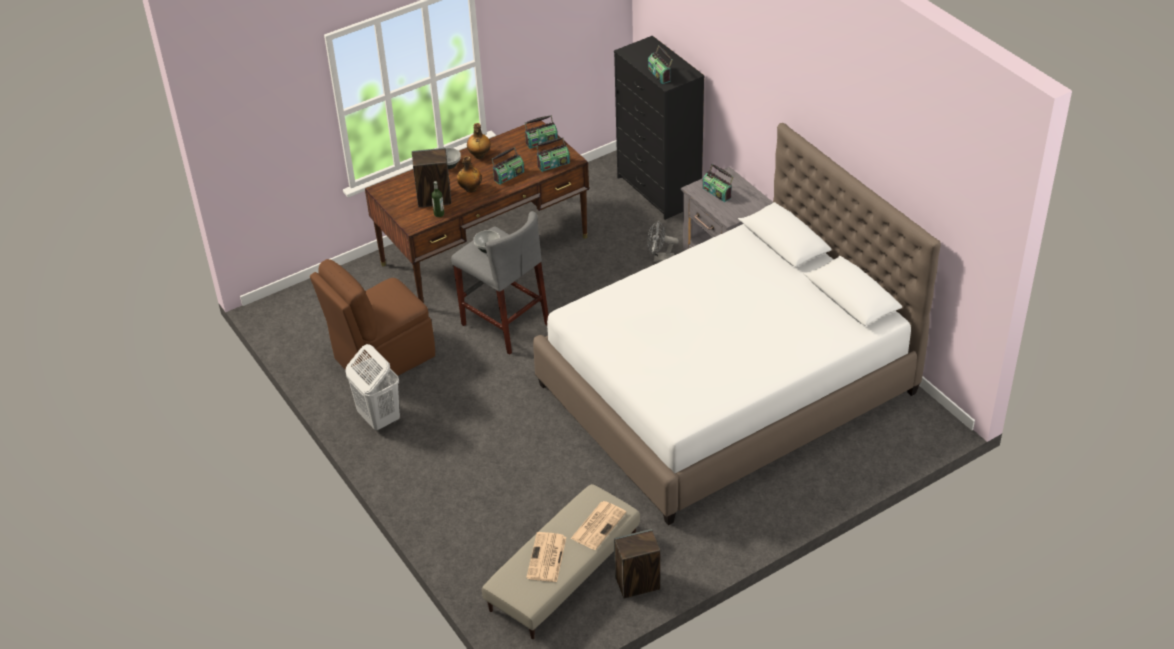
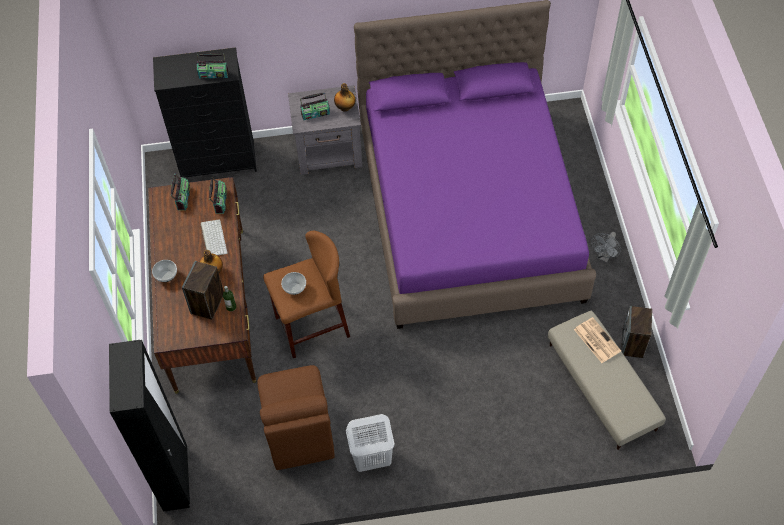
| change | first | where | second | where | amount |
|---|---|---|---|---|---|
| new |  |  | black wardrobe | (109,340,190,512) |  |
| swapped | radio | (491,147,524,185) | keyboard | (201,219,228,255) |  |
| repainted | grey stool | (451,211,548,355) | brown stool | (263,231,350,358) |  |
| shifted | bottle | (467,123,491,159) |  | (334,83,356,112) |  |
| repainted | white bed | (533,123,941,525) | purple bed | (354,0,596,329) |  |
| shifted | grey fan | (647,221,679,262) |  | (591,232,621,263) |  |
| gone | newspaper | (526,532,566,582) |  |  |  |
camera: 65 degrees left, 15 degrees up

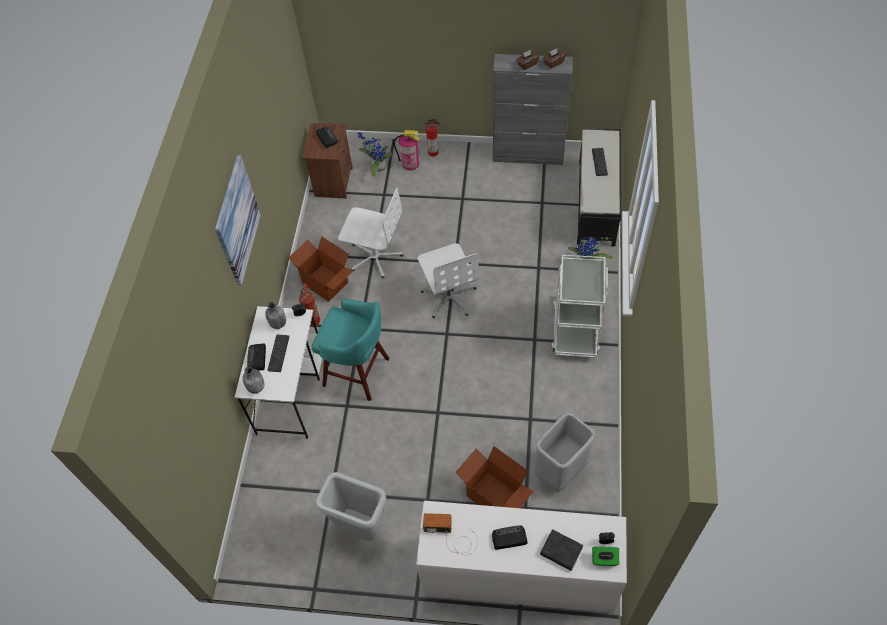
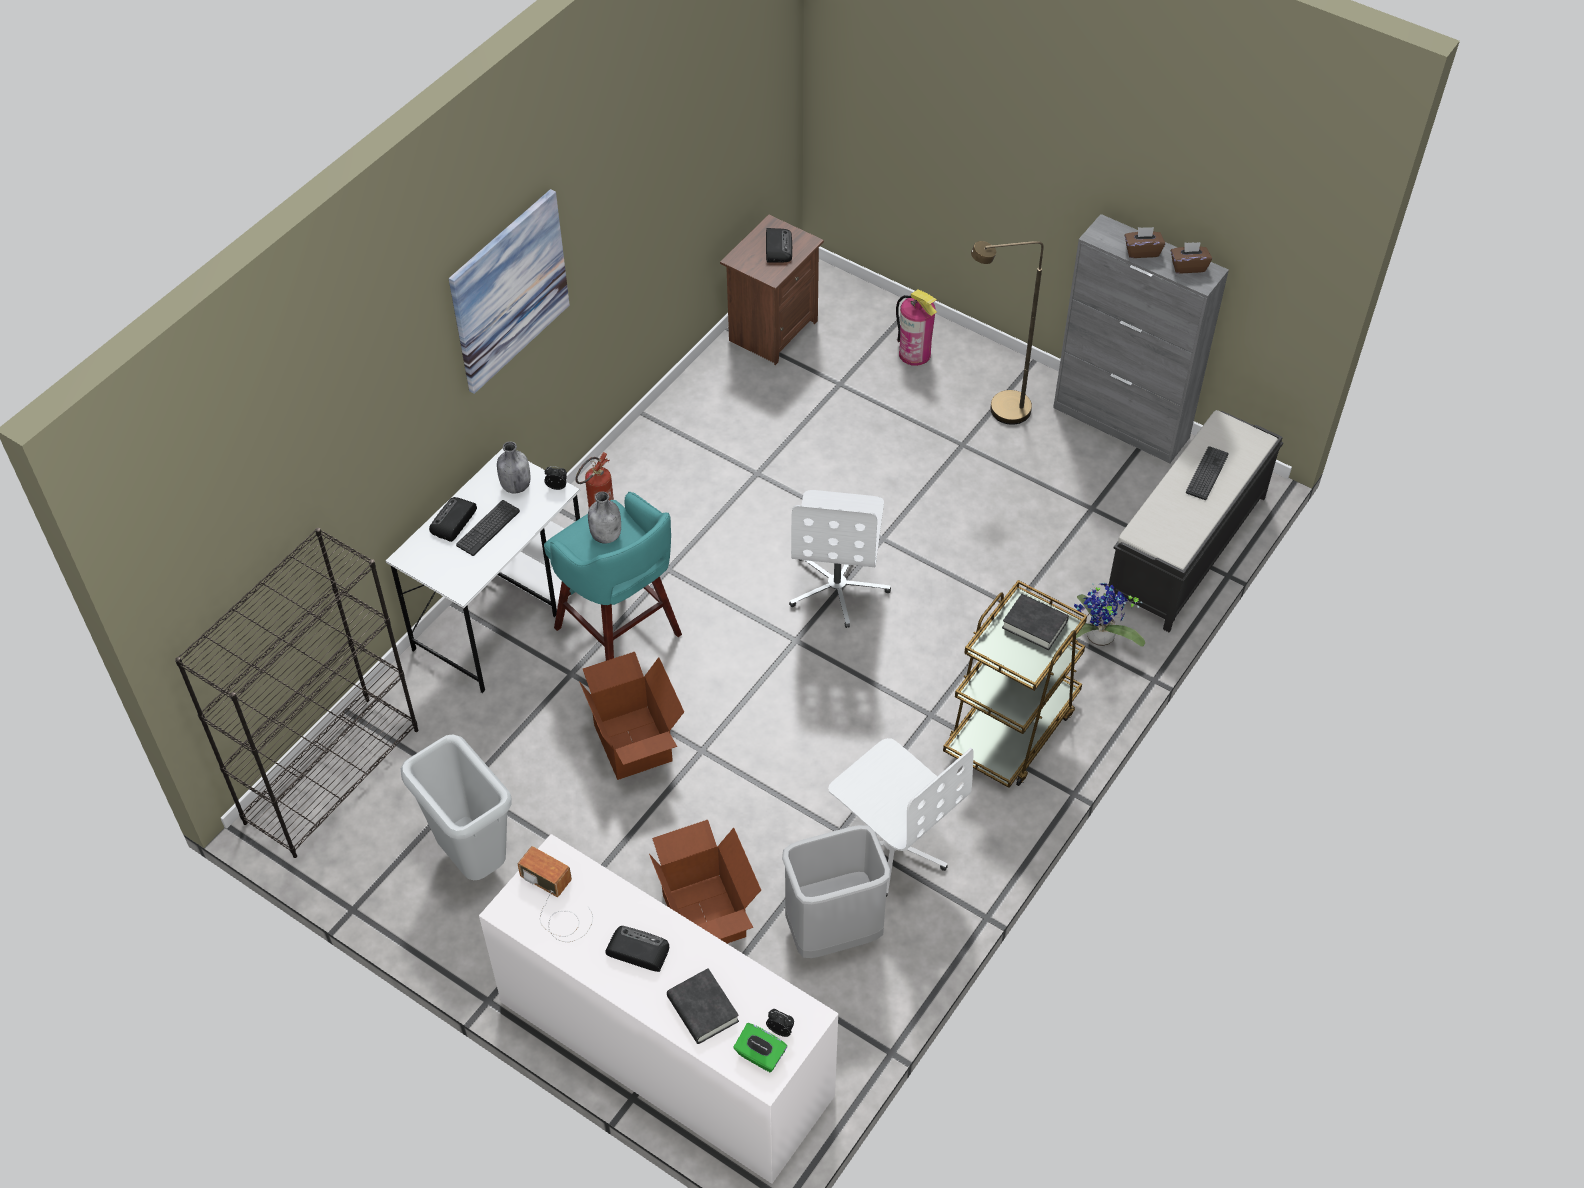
| change | first | where | second | where | amount |
|---|---|---|---|---|---|
| new |  |  | black bookcase | (175,528,418,858) |  |
| shifted | cardboard box | (288,236,353,302) |  | (579,652,684,780) |  |
| shifted | grey bottle | (242,367,265,394) |  | (588,491,621,544) |  |
| shifted | white office chair | (338,188,403,278) |  | (828,738,974,897) |  |
| repainted | white cart | (552,255,608,358) | brown cart | (943,580,1087,788) |  |
| new |  |  | brown floor lamp | (971,241,1044,425) |  |
| new |  |  | black book | (1002,594,1069,650) |  |
| gone | potted plant | (358,132,393,177) |  |  |  |
| gone | fire extinguisher | (424,118,440,156) |  |  |  |
camera: 25 degrees right, 5 degrees down

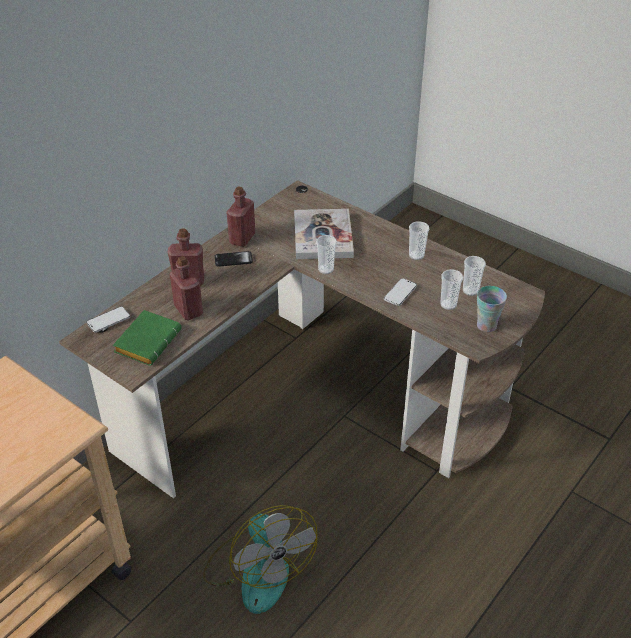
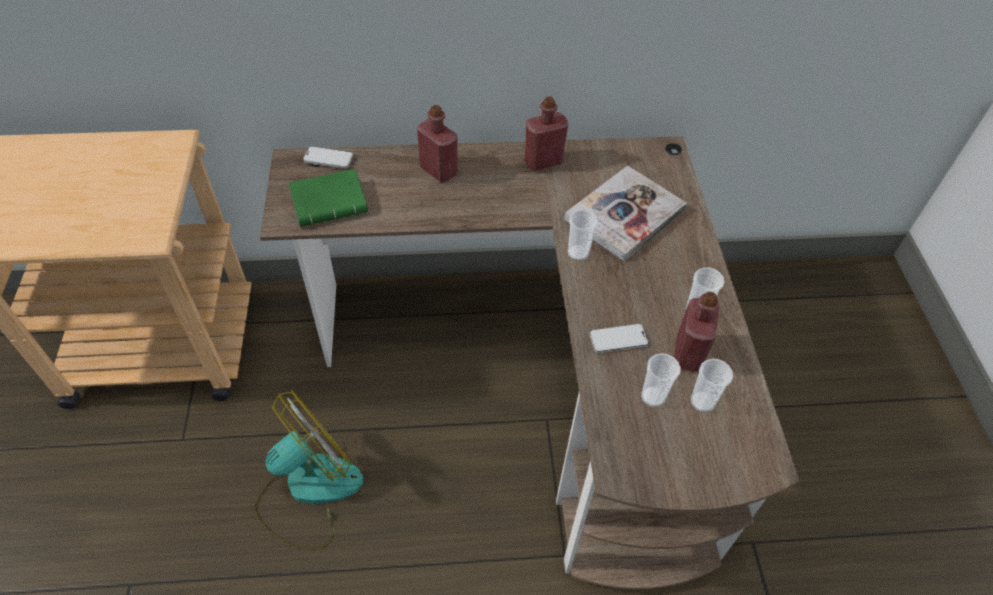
| change | first | where | second | where | amount |
|---|---|---|---|---|---|
| rotated | fan | (203,505,317,614) |  | (255,390,363,550) | 150 degrees counterclockwise |
| shifted | red bottle | (170,256,203,320) |  | (674,292,719,372) |  |
| gone | phone | (215,251,253,267) |  |  |  |
| gone | cup | (477,286,507,332) |  |  |  |
camera: 45 degrees right, 10 degrees up

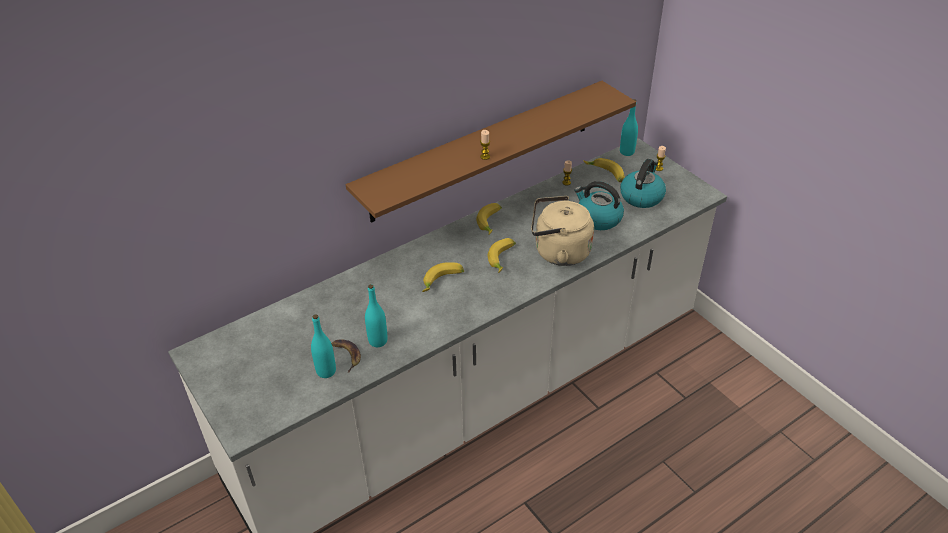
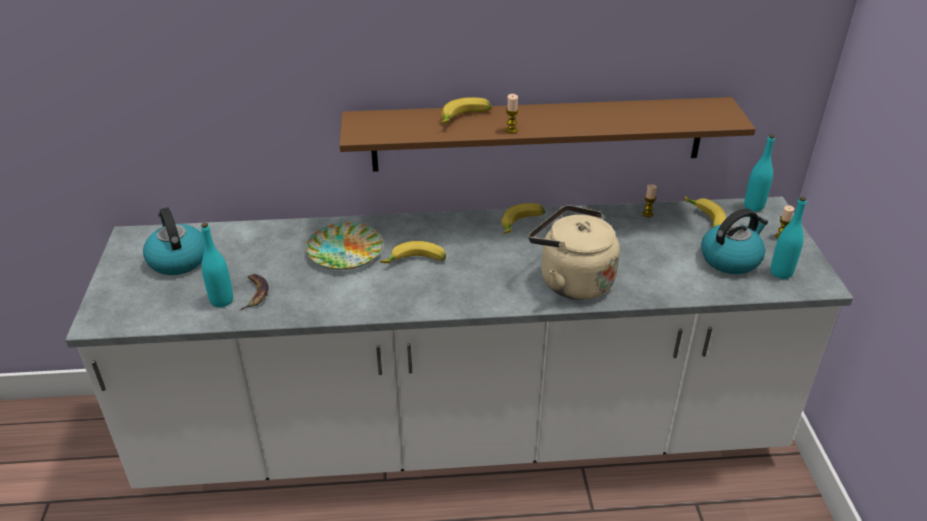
| change | first | where | second | where | amount |
|---|---|---|---|---|---|
| shifted | kettle | (574,181,624,230) |  | (143,207,205,275) |  |
| new |  |  | plate | (306,222,383,270) |  |
| shifted | banana | (488,238,516,273) |  | (440,97,492,124) |  |
| shifted | turquoise bottle | (365,284,388,347) |  | (770,197,806,279) |  |
camera: 30 degrees right, 5 degrees down

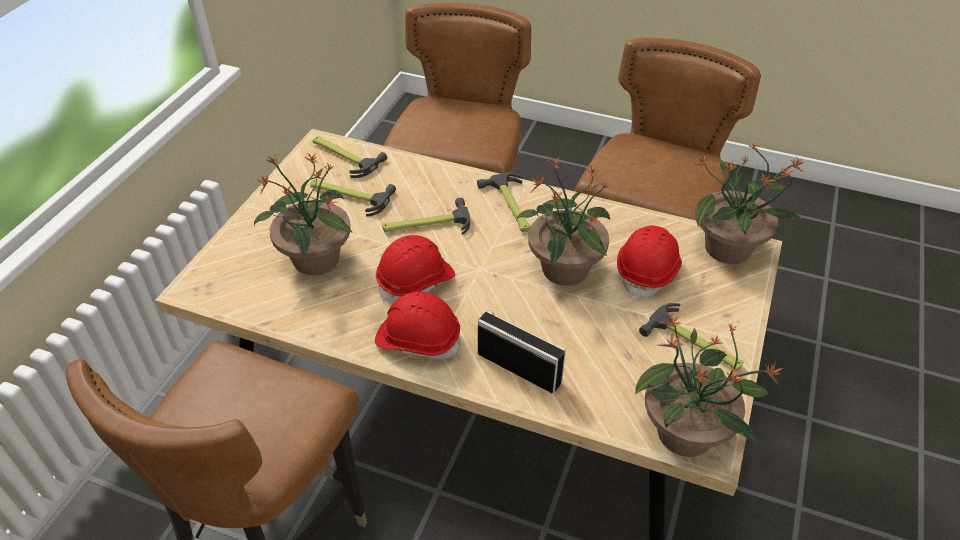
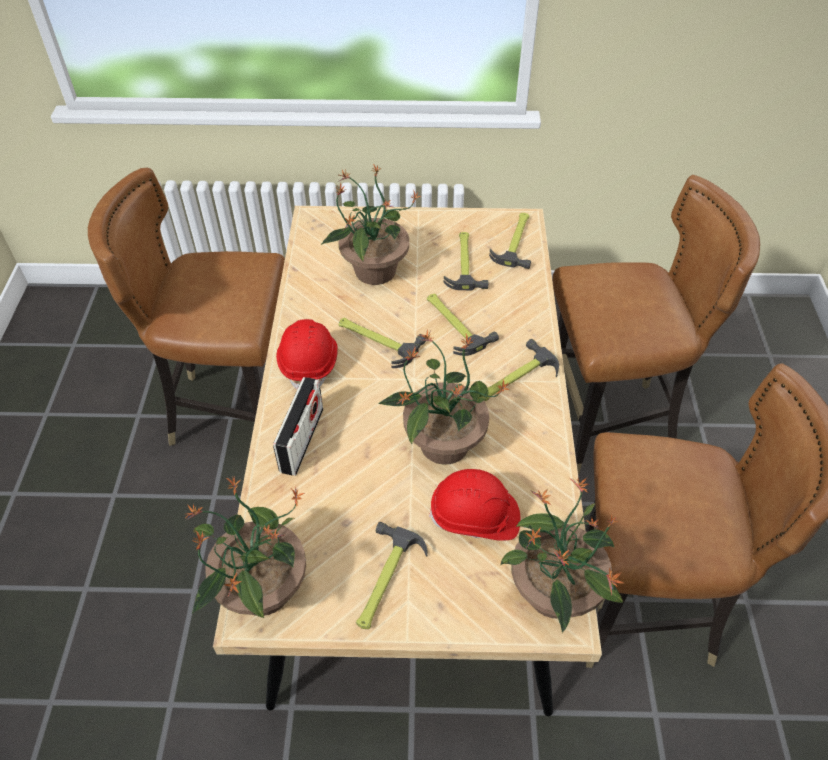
| change | first | where | second | where | amount |
|---|---|---|---|---|---|
| swapped | red hard hat | (376,235,455,303) | hammer | (339,317,426,368) |  |
camera: 70 degrees right, 5 degrees up

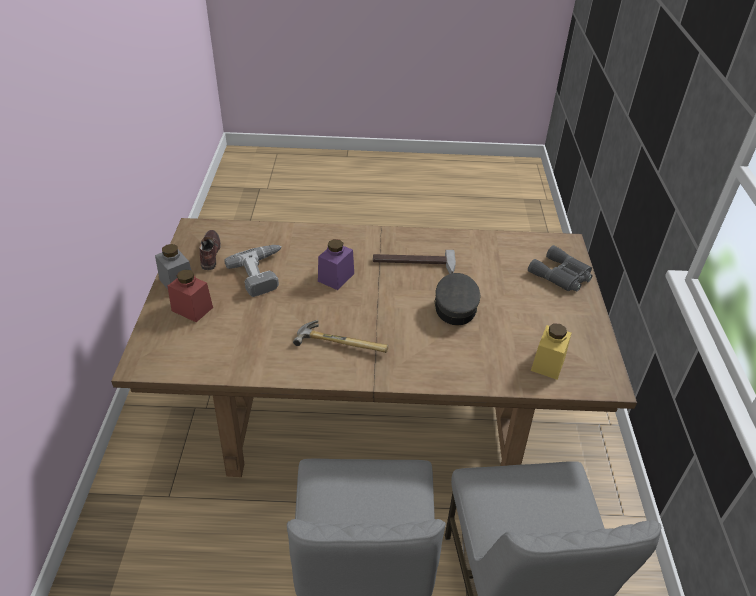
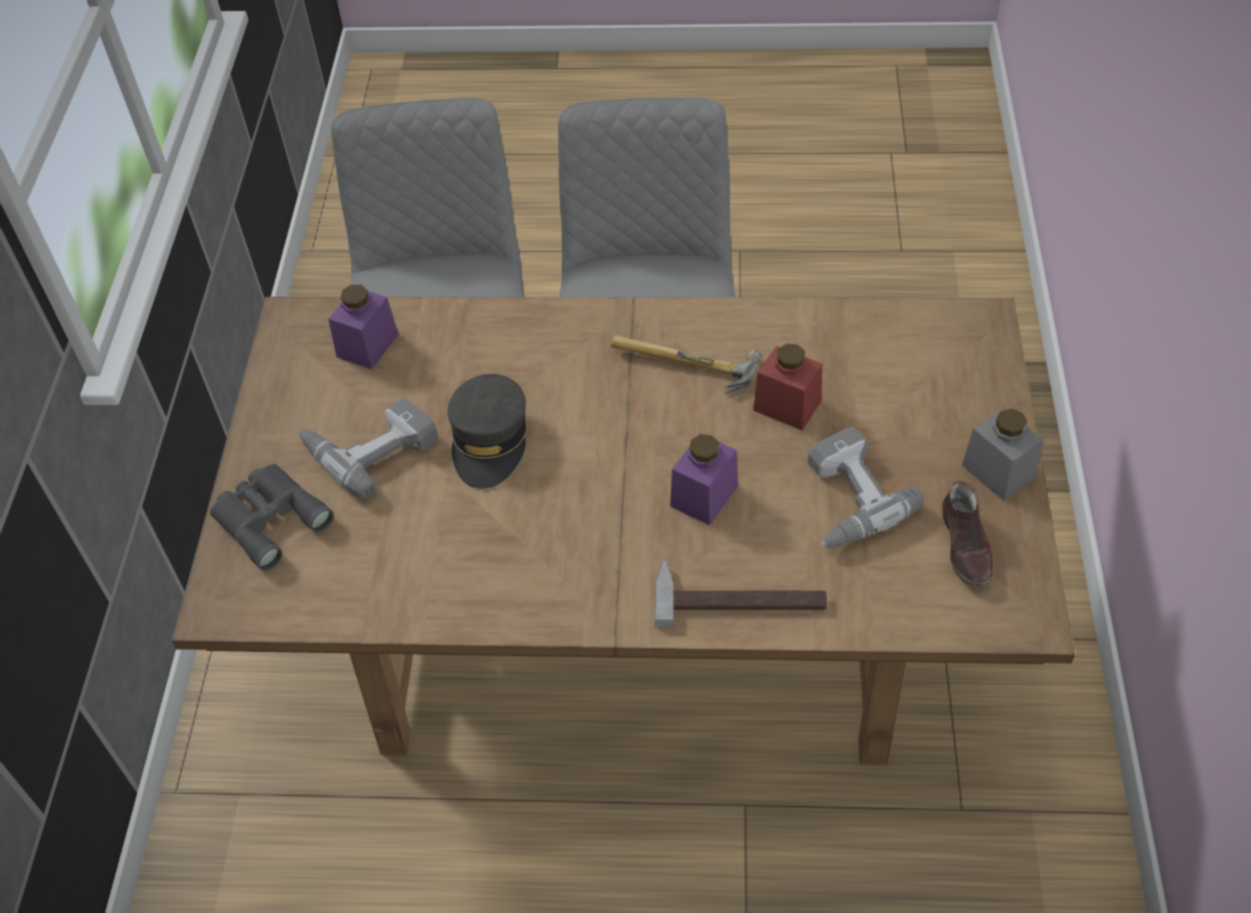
| change | first | where | second | where | amount |
|---|---|---|---|---|---|
| new |  |  | power drill | (299,398,438,499) |  |
| repainted | yellow jar | (531,324,571,380) | purple jar | (328,285,398,369) |  |
| shifted | hammer | (373,250,456,274) |  | (655,559,827,628) |  |
| shifted | red jar | (168,270,213,322) |  | (753,344,822,430) |  |
camera: 175 degrees left, 10 degrees up

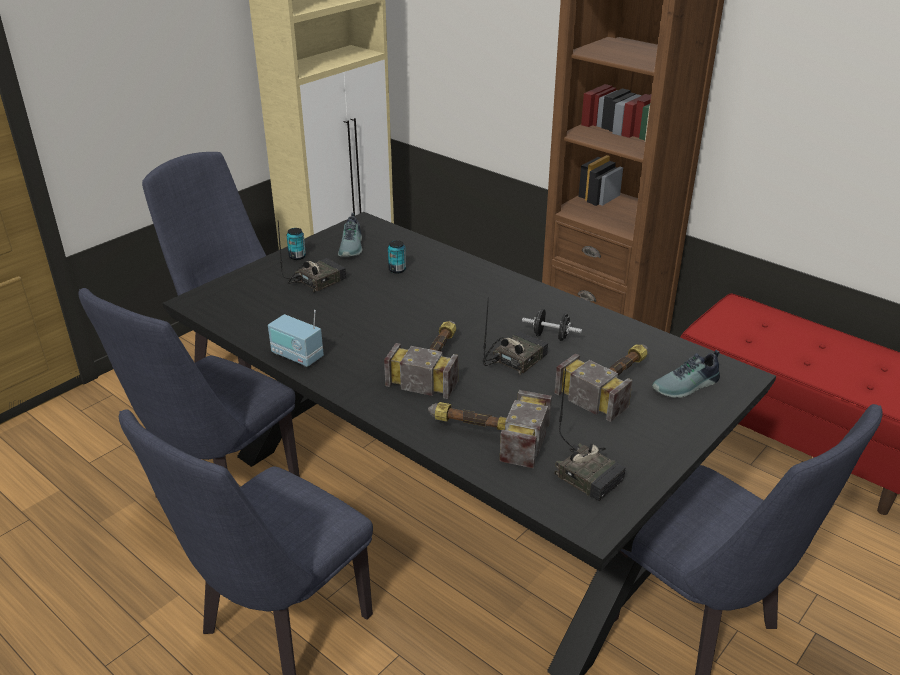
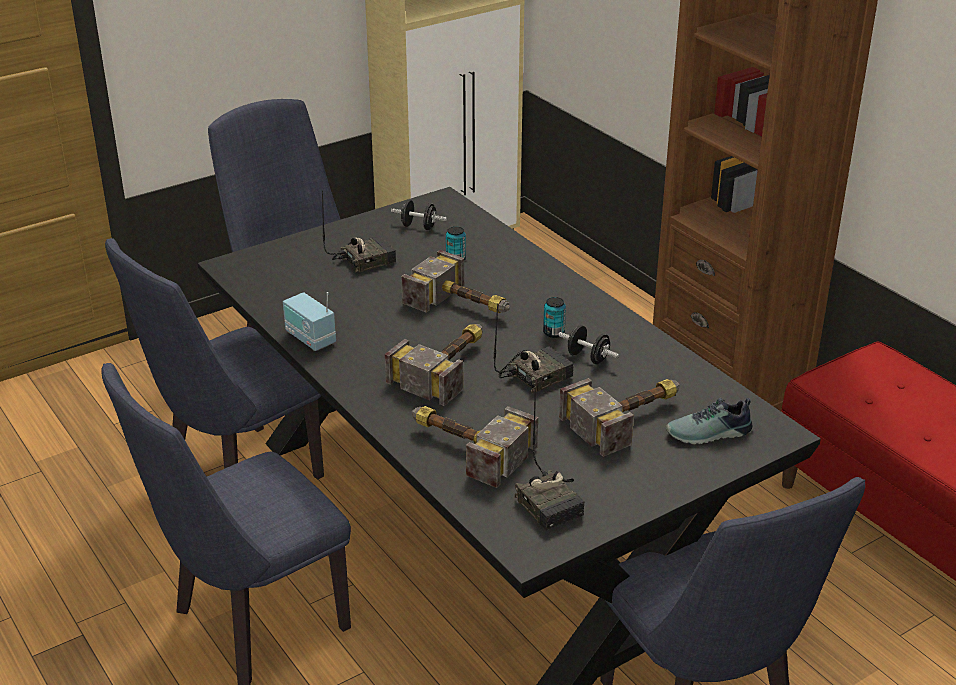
| change | first | where | second | where | amount |
|---|---|---|---|---|---|
| swapped | shoe | (338,213,363,257) | black dumbbell | (391,200,447,230) |  |
| new |  |  | hammer | (401,250,510,313) |  |
| shifted | can | (286,228,306,260) |  | (543,297,566,338) |  |
camera: 15 degrees right, 0 degrees up

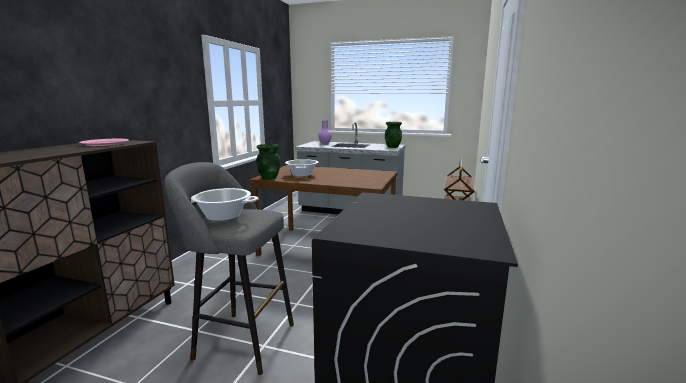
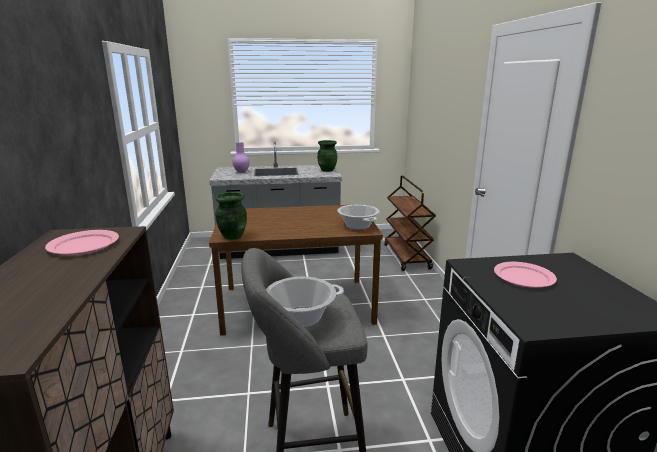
| change | first | where | second | where | amount |
|---|---|---|---|---|---|
| shifted | cooking pot | (285,159,318,177) |  | (337,205,380,230) |  |
| new |  |  | pink plate | (494,262,557,288) |  |
camera: 25 degrees left, 5 degrees up

